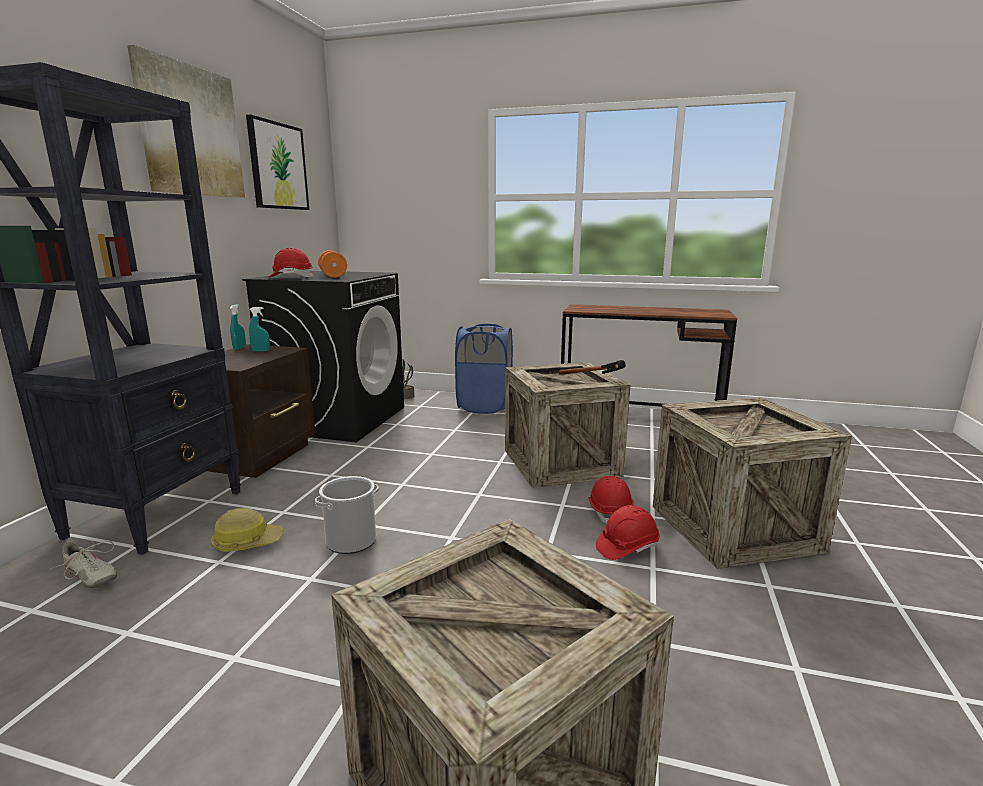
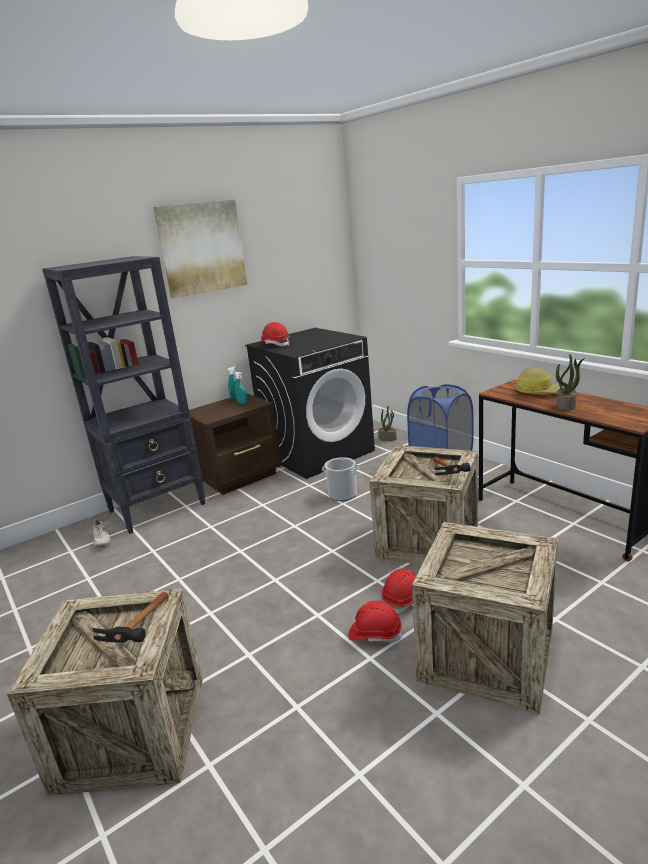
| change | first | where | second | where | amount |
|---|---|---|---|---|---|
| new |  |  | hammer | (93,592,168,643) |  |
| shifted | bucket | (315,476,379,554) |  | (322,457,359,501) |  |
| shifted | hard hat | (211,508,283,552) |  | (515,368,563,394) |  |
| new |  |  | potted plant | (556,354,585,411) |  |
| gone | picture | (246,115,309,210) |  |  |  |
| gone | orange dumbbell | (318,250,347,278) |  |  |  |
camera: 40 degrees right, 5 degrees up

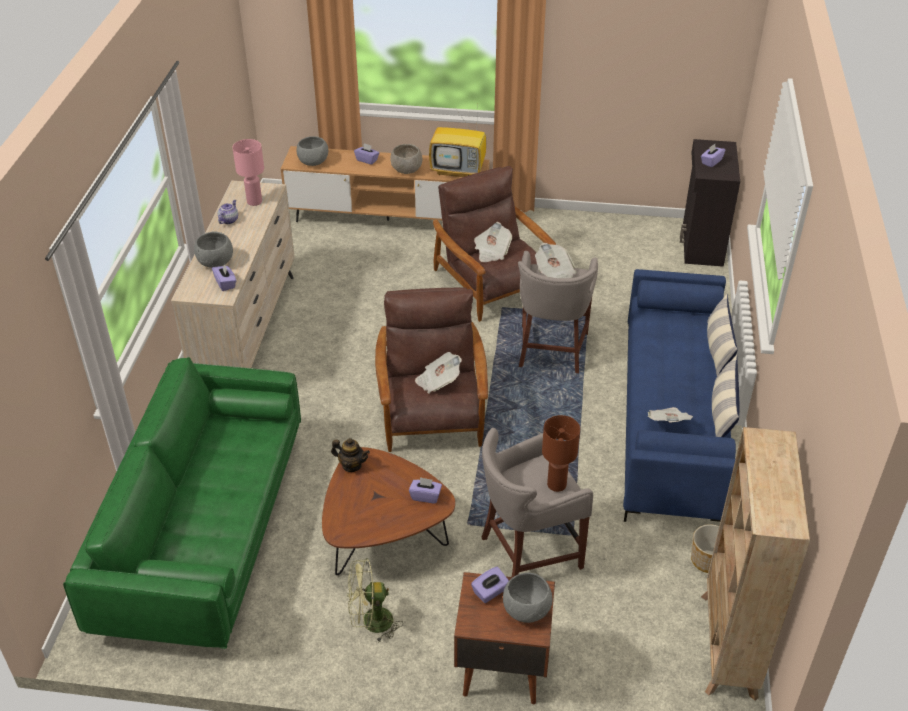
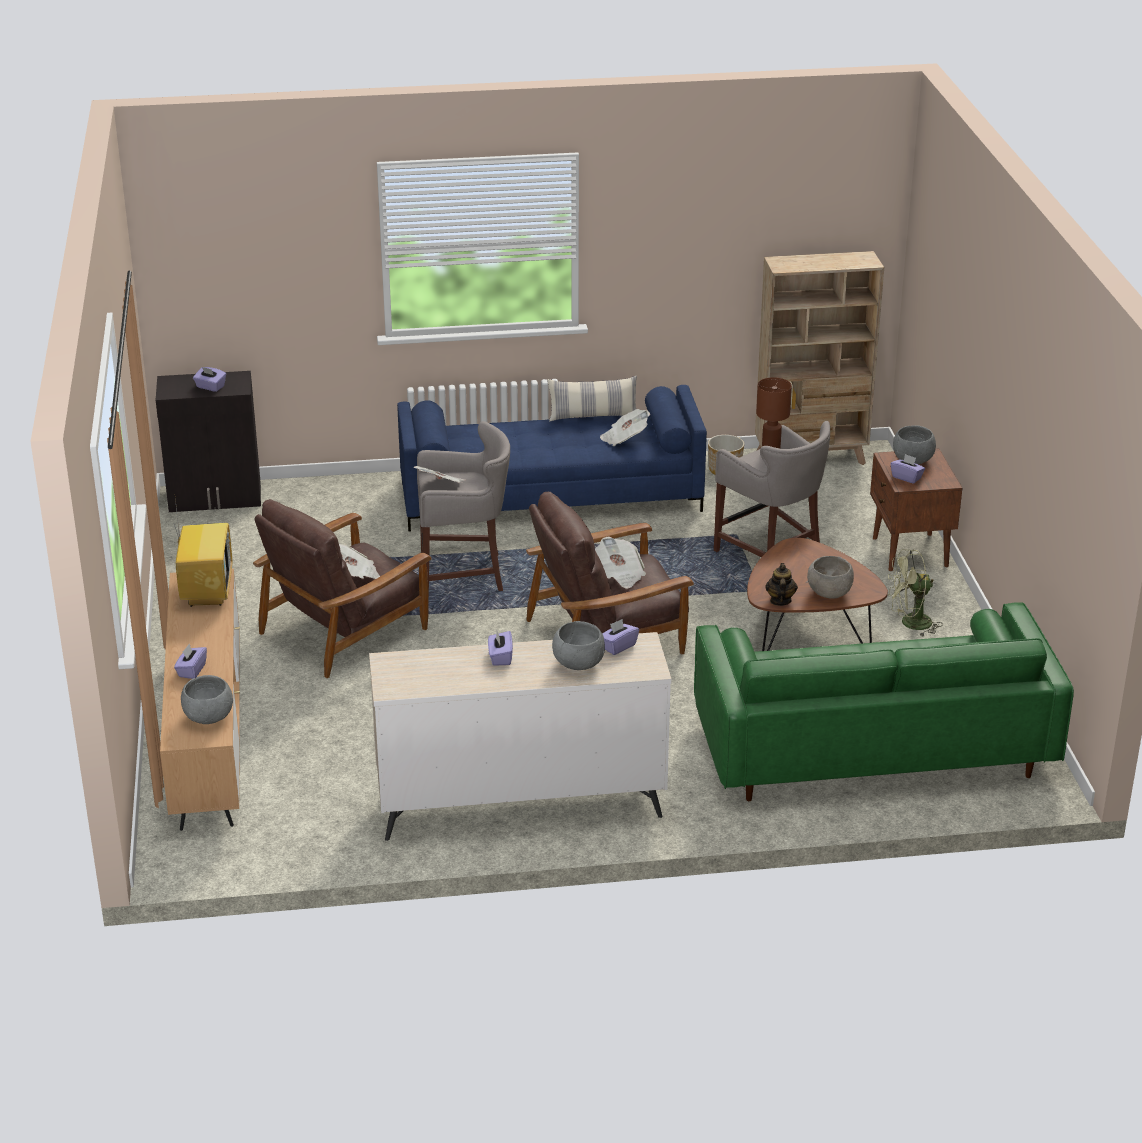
| change | first | where | second | where | amount |
|---|---|---|---|---|---|
| shifted | purple tissue box | (409,477,442,503) |  | (488,630,513,666) |  |
| shifted | grey bowl | (390,144,422,174) |  | (807,556,854,599) |  |
| rotated | green fan | (347,558,403,643) |  | (888,549,943,636) | 105 degrees clockwise |
| gone | teapot | (218,200,238,224) |  |  |  |
| gone | pink table lamp | (233,139,264,206) |  |  |  |
| gone | pillow | (707,294,738,376) |  |  |  |
camera: 105 degrees left, 10 degrees down

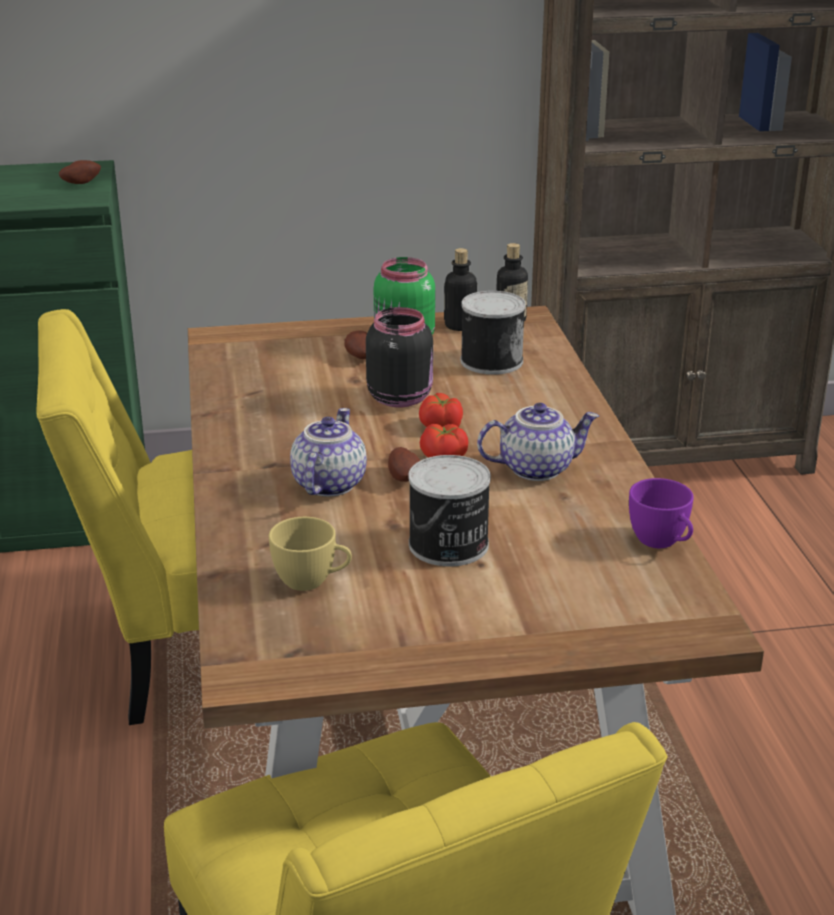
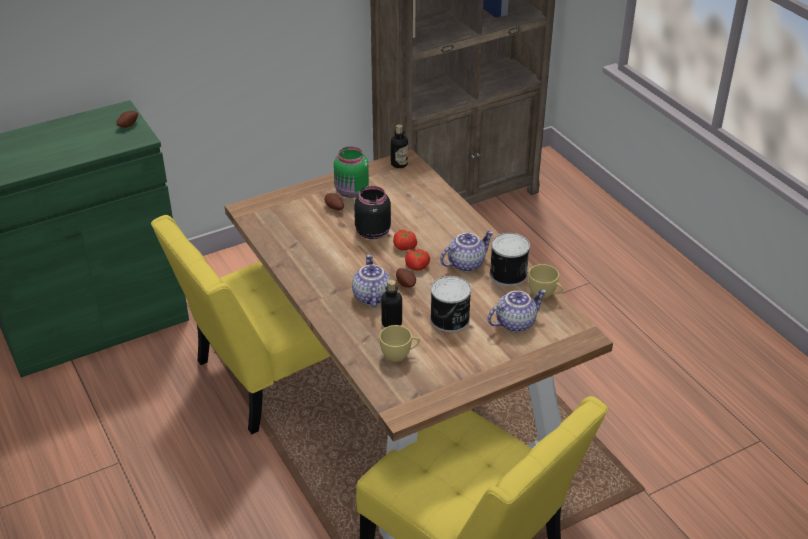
| change | first | where | second | where | amount |
|---|---|---|---|---|---|
| shifted | bottle | (444,248,477,331) |  | (381,280,402,327) |  |
| new |  |  | teapot | (488,289,547,332) |  |
| shifted | can | (461,291,526,375) |  | (490,233,530,286) |  |
| repainted | purple cup | (629,478,694,548) | yellow cup | (528,264,563,299) |  |
camera: 20 degrees left, 10 degrees up

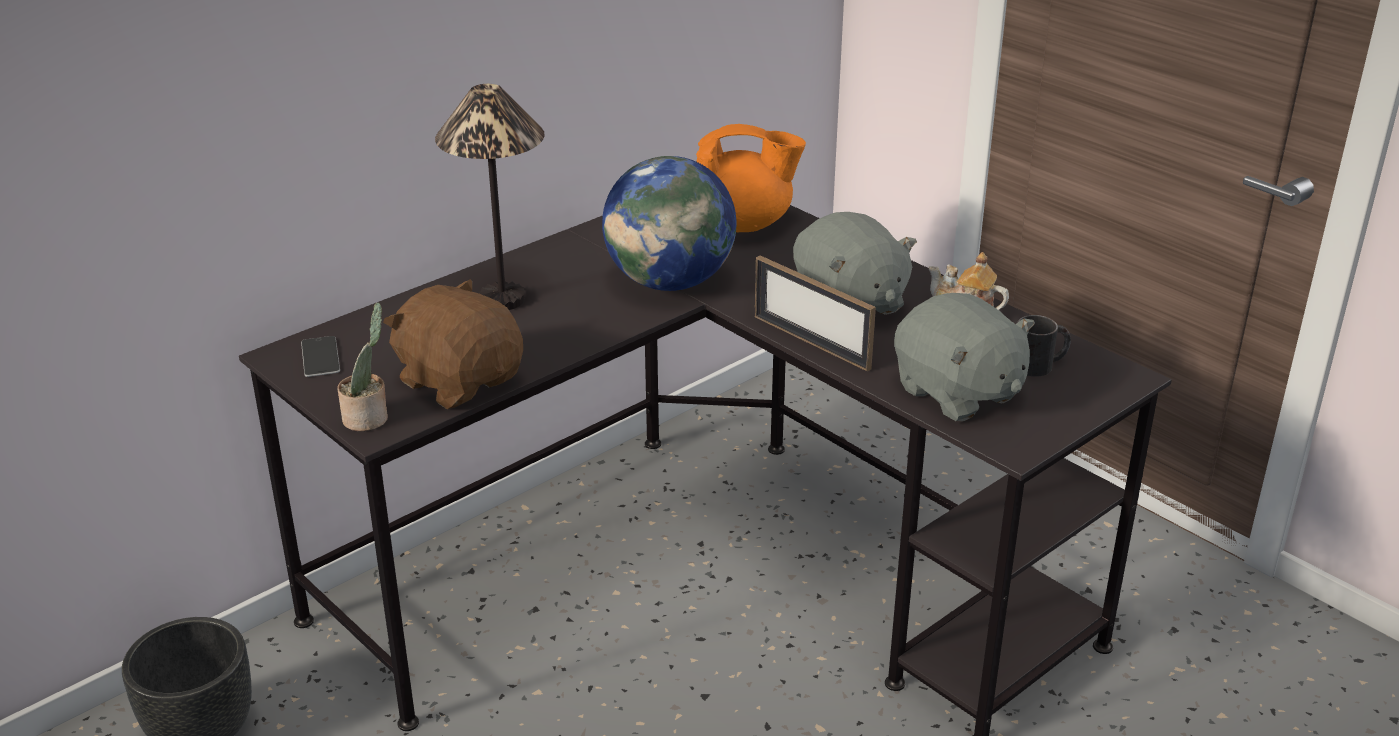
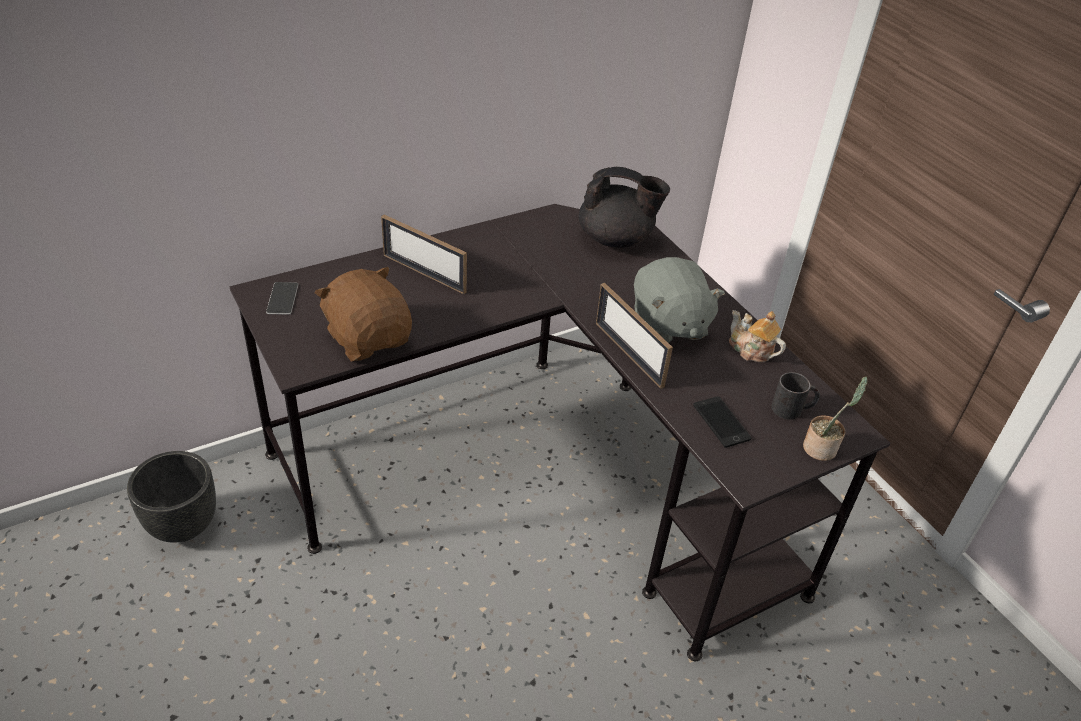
| change | first | where | second | where | amount |
|---|---|---|---|---|---|
| swapped | table lamp | (435,84,545,310) | picture frame | (381,215,467,294) |  |
| repainted | orange teapot | (696,124,806,232) | black teapot | (579,167,670,248) |  |
| swapped | grey plush toy | (894,293,1035,421) | phone | (693,396,751,448) |  |
| shifted | potted plant | (337,302,388,431) |  | (803,377,868,461) |  |
| gone | globe | (602,156,736,291) |  |  |  |
camera: 10 degrees right, 10 degrees up

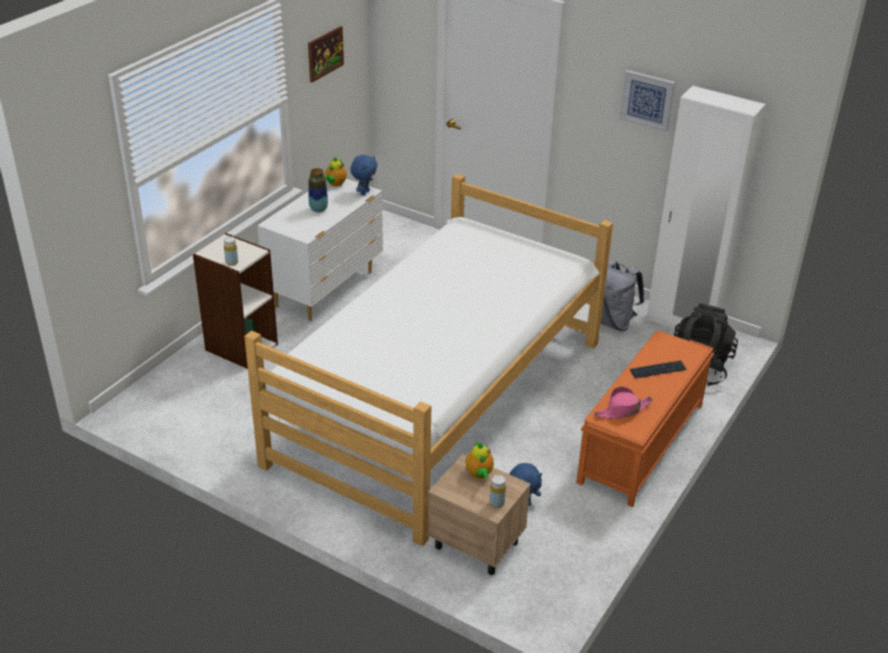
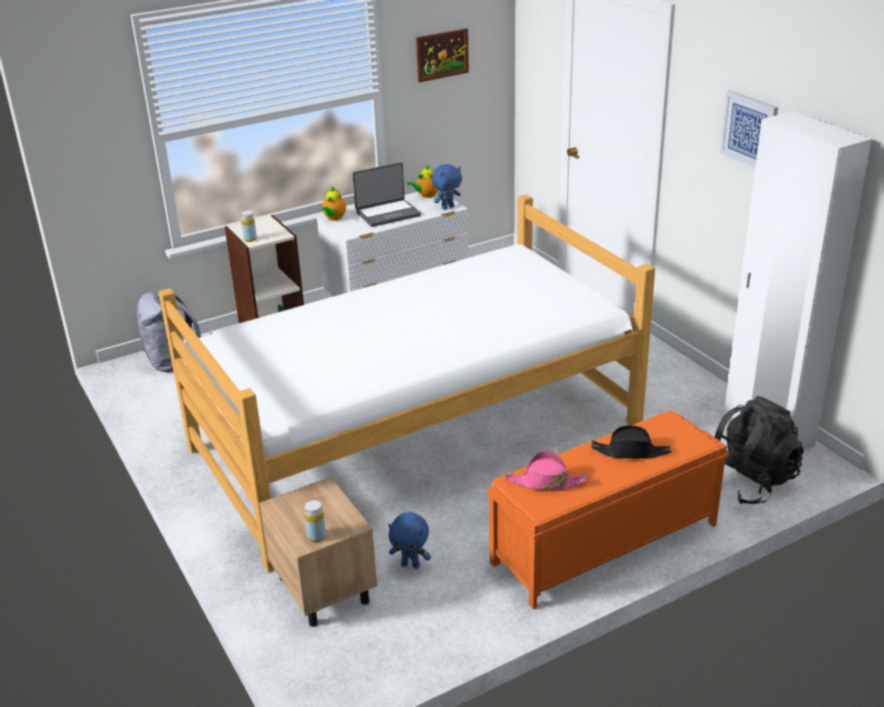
| change | first | where | second | where | amount |
|---|---|---|---|---|---|
| shifted | grey backpack | (601,261,644,331) |  | (136,292,201,372) |  |
| shifted | teapot | (466,442,494,479) |  | (322,186,346,221) |  |
| swapped | vase | (309,168,328,212) | laptop | (353,162,421,227) |  |
| swapped | keyboard | (630,360,687,379) | black hat | (591,425,671,459) |  |
camera: 30 degrees right, 5 degrees down

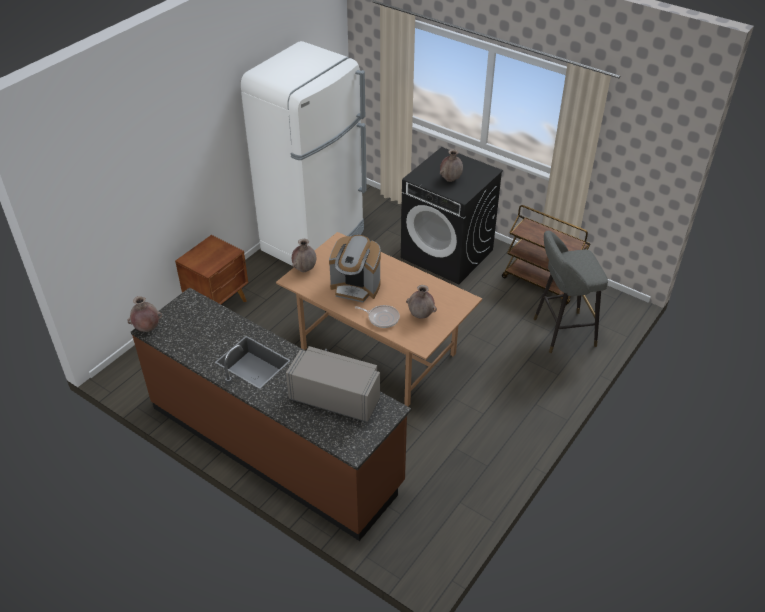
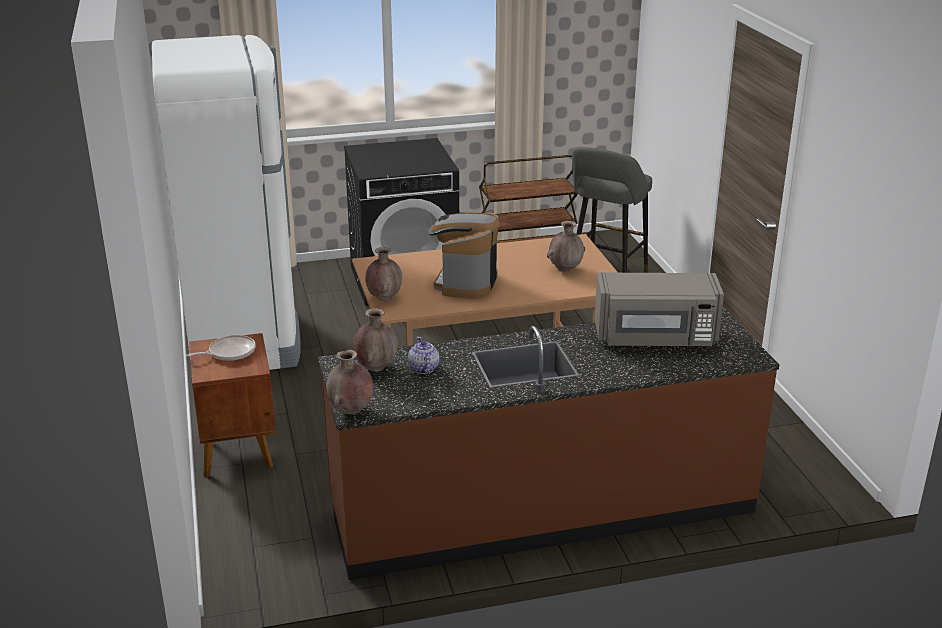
| change | first | where | second | where | amount |
|---|---|---|---|---|---|
| shifted | frying pan | (355,305,400,328) |  | (186,335,256,361) |  |
| shifted | brown vase | (440,149,463,182) |  | (353,308,398,372) |  |
| new |  |  | teapot | (408,337,439,374) |  |
| rotated | coffee machine | (329,235,381,302) |  | (428,212,500,299) | 135 degrees clockwise |
| rotated | grey microwave | (286,346,380,423) |  | (595,272,724,346) | 150 degrees counterclockwise |
camera: 50 degrees left, 15 degrees down

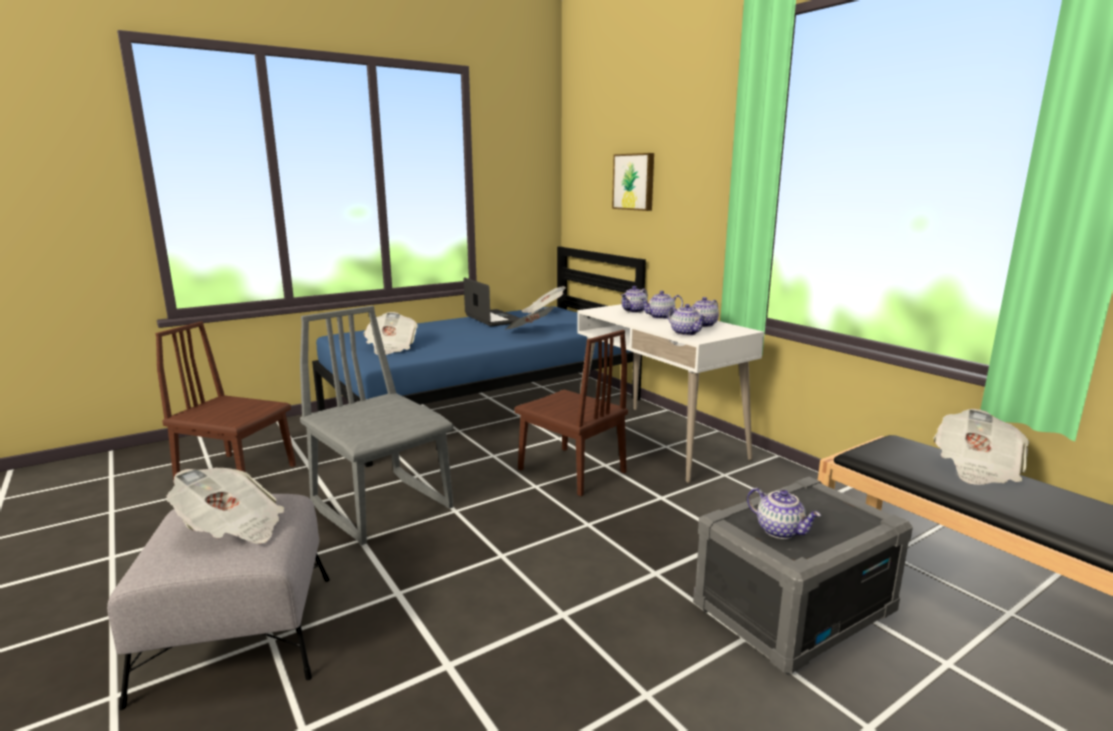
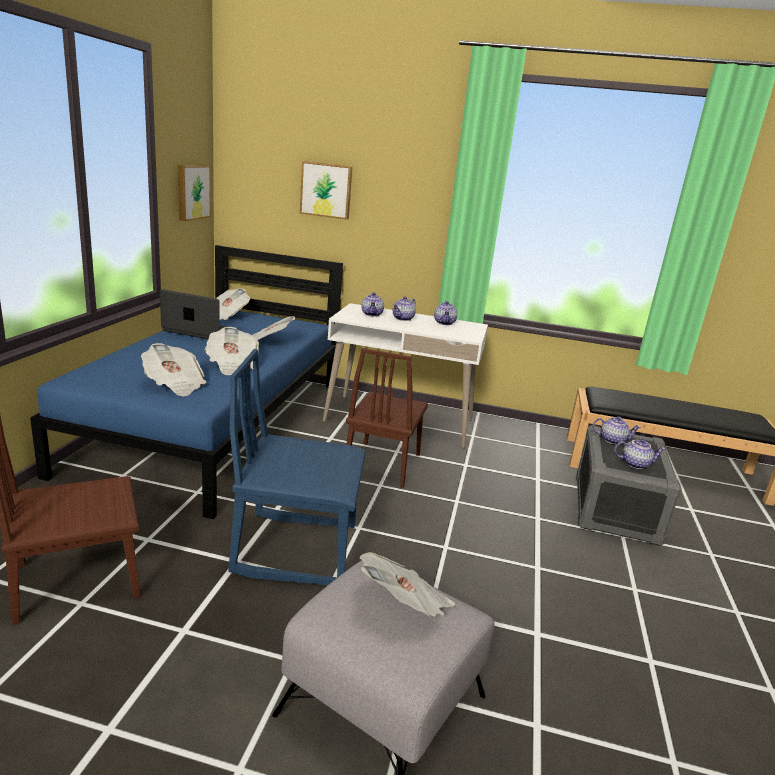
| change | first | where | second | where | amount |
|---|---|---|---|---|---|
| new |  |  | picture | (178,165,211,221) |  |
| shifted | newspaper | (934,409,1029,485) |  | (204,327,259,375) |  |
| repainted | grey chair | (300,306,453,545) | blue chair | (228,349,366,585) |  |
| rotated | brown chair | (515,330,628,496) |  | (346,348,428,488) | 105 degrees clockwise |
| shifted | teapot | (667,304,707,336) |  | (592,416,641,445) |  |
camera: 45 degrees left, 5 degrees up

